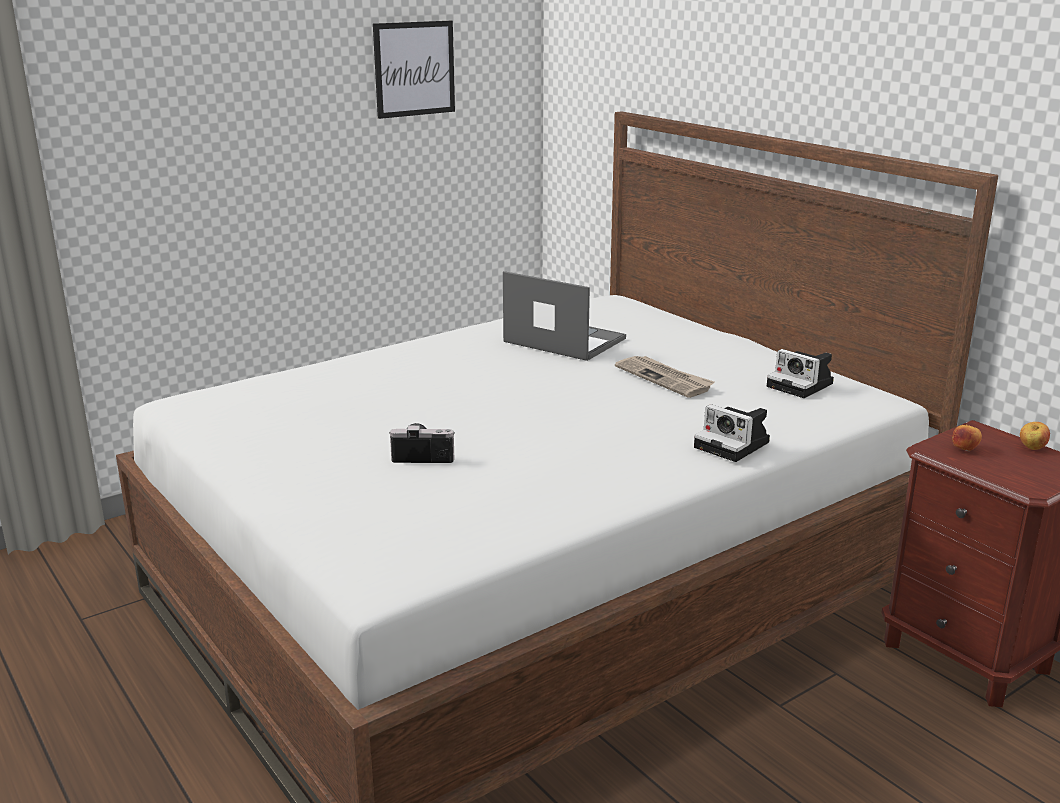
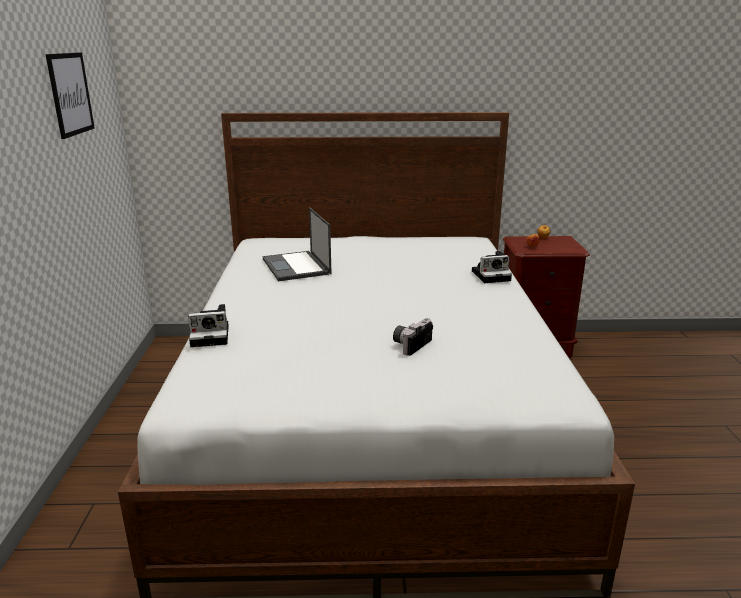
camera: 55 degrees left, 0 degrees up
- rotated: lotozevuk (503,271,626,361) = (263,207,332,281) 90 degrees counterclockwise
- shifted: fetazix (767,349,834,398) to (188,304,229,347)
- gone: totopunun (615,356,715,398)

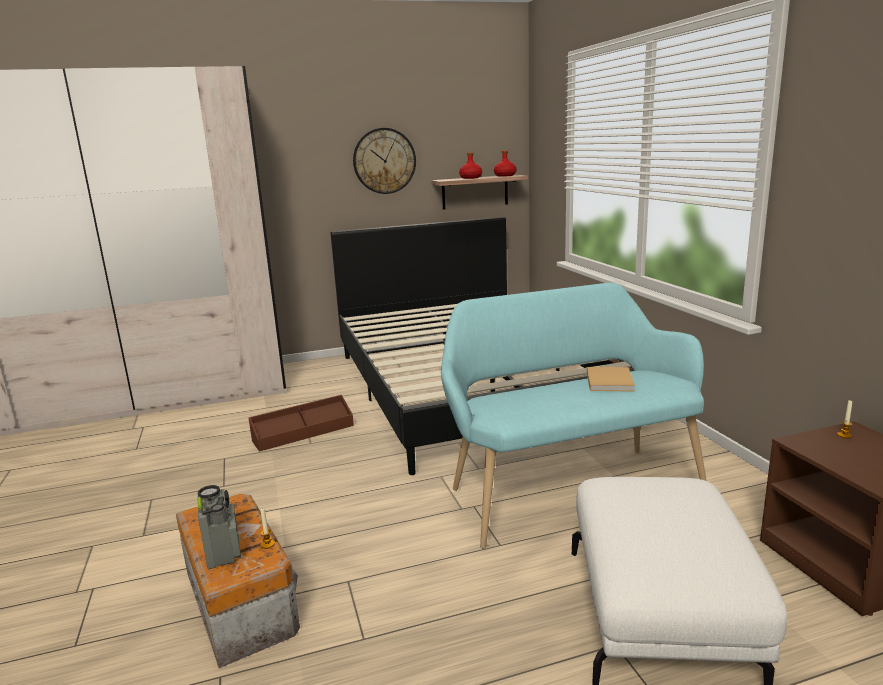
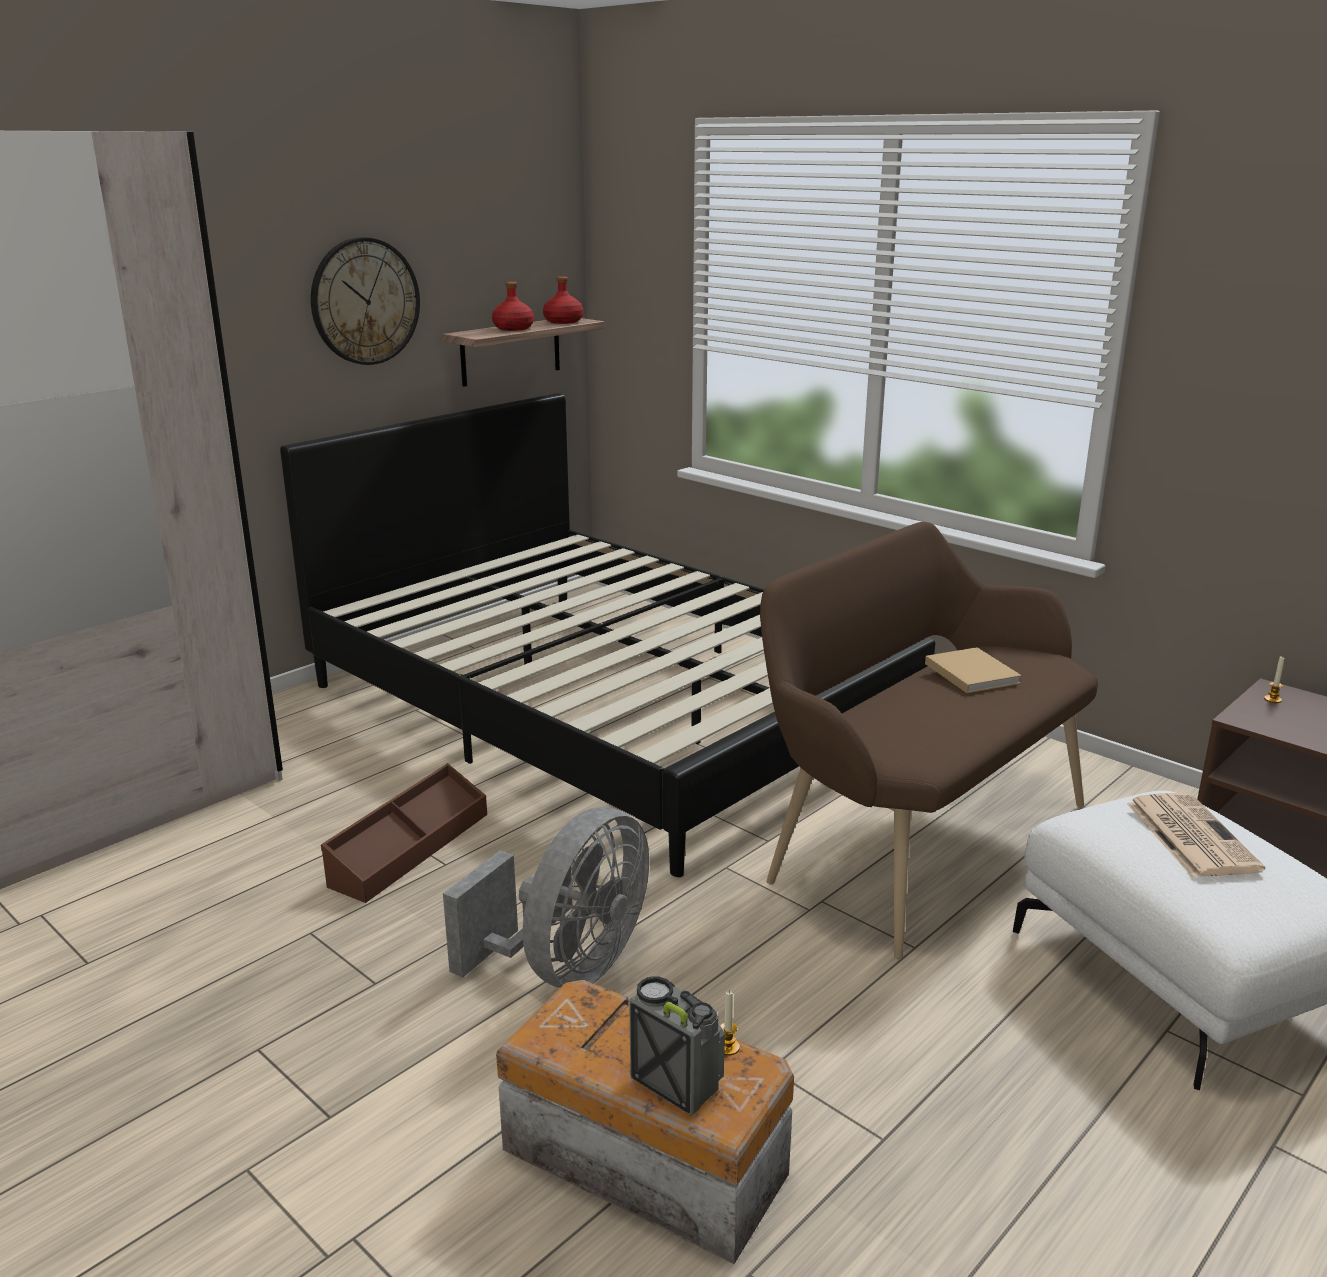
camera: 30 degrees left, 5 degrees up
- repainted: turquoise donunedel (441,283,707,548) to brown donunedel (760,522,1098,959)
- new: totopunun (1126,793,1265,877)
- new: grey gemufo (443,807,649,988)

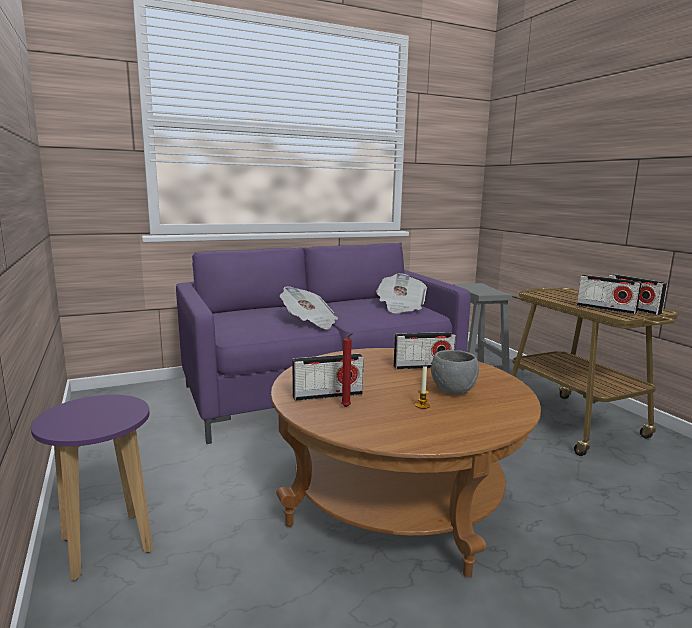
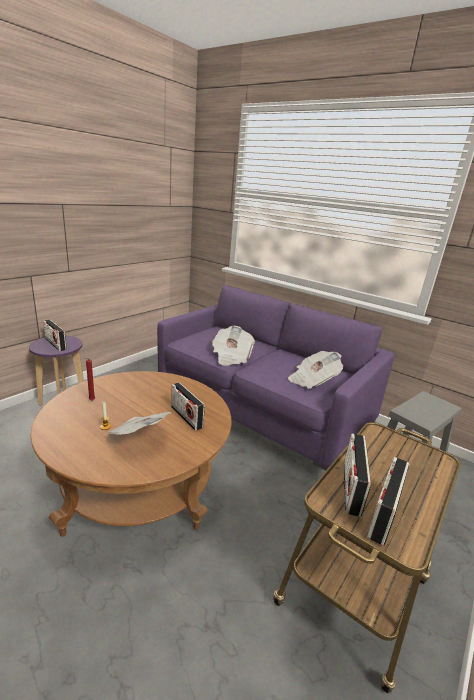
camera: 60 degrees right, 10 degrees up
- swapped: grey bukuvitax (431,350,479,395) to totopunun (107,412,172,435)
- shifted: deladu (292,353,364,401) to (43,320,67,351)

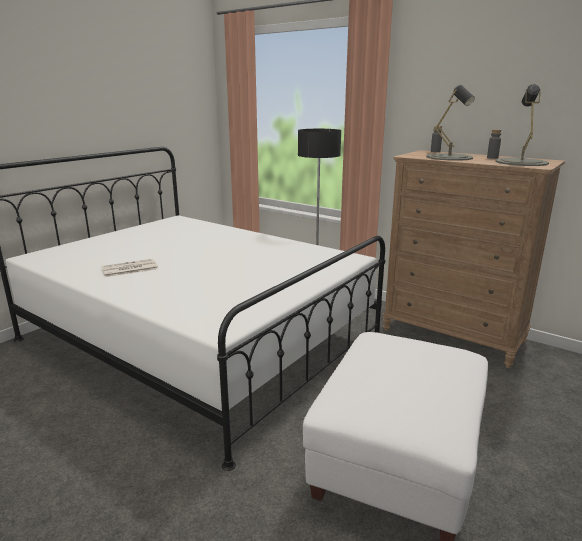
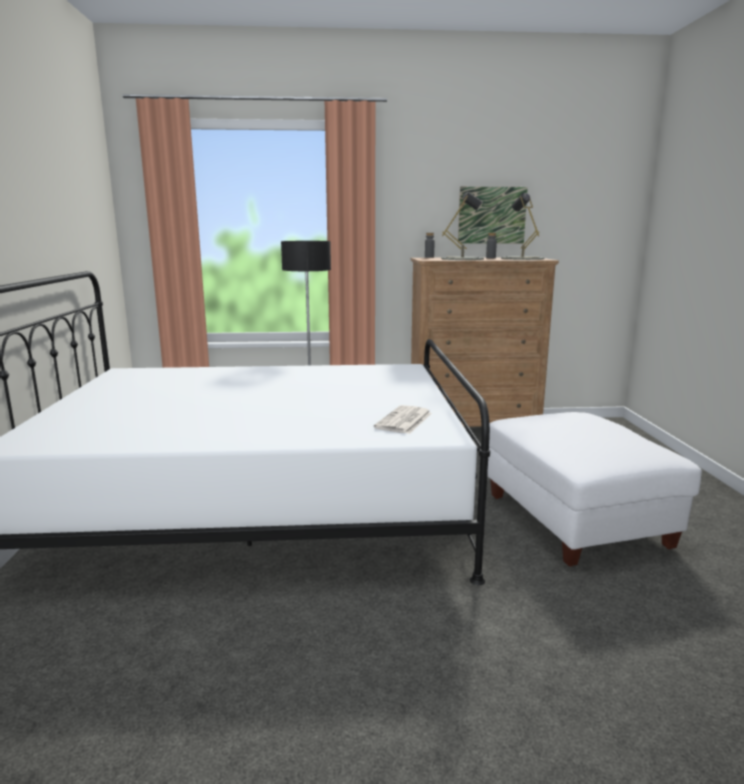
camera: 40 degrees left, 5 degrees down
- shifted: totopunun (101,259,158,277) to (374,405,432,434)
- new: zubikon (458,187,528,243)

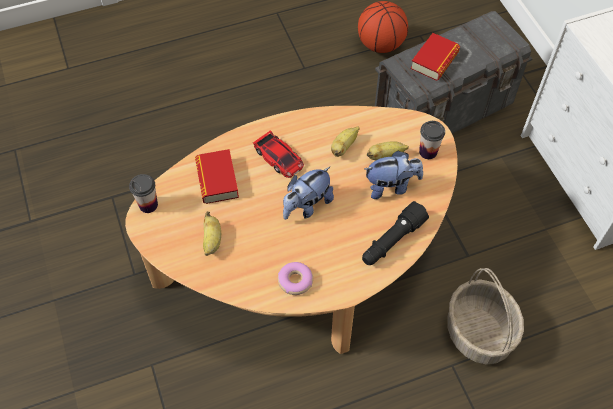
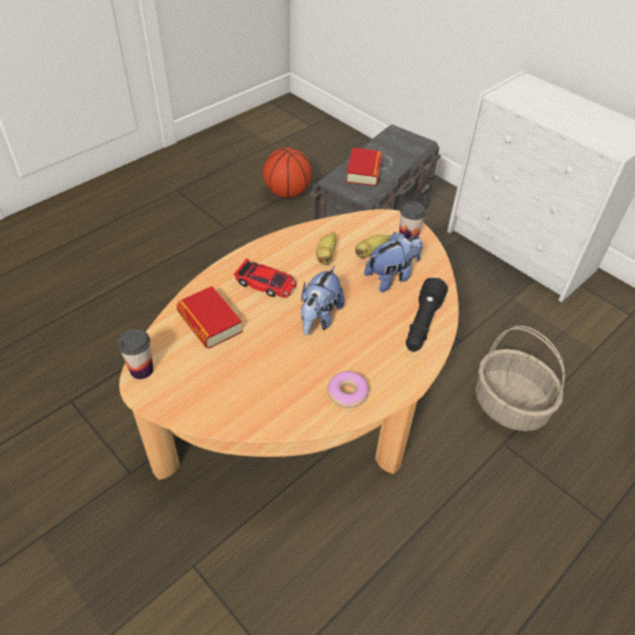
camera: 25 degrees left, 10 degrees down
- gone: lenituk (203,211,221,256)

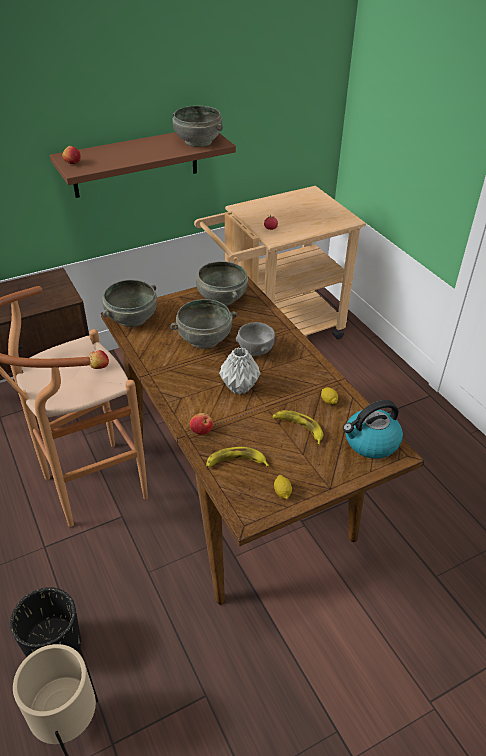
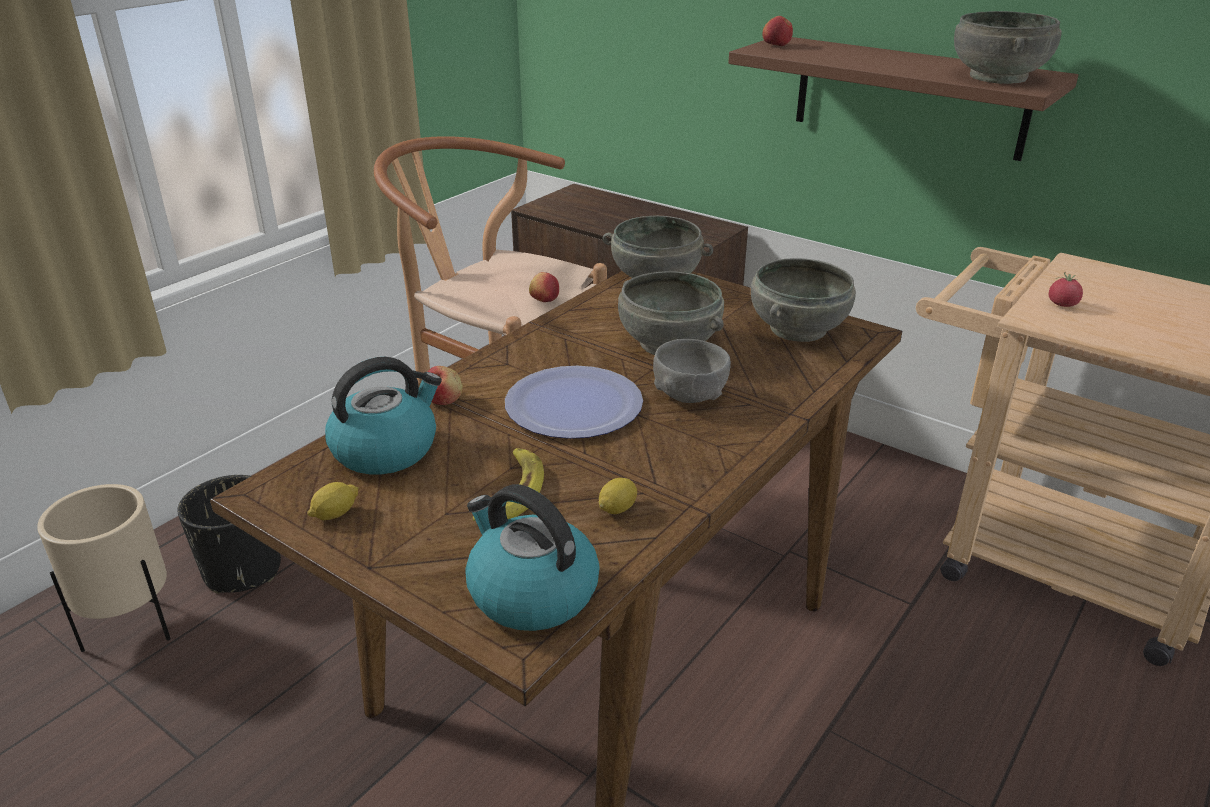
camera: 65 degrees right, 10 degrees down
- swapped: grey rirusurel (219,347,261,394) to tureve (505,366,643,439)
- swapped: lenituk (206,447,269,467) to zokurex (325,357,442,474)

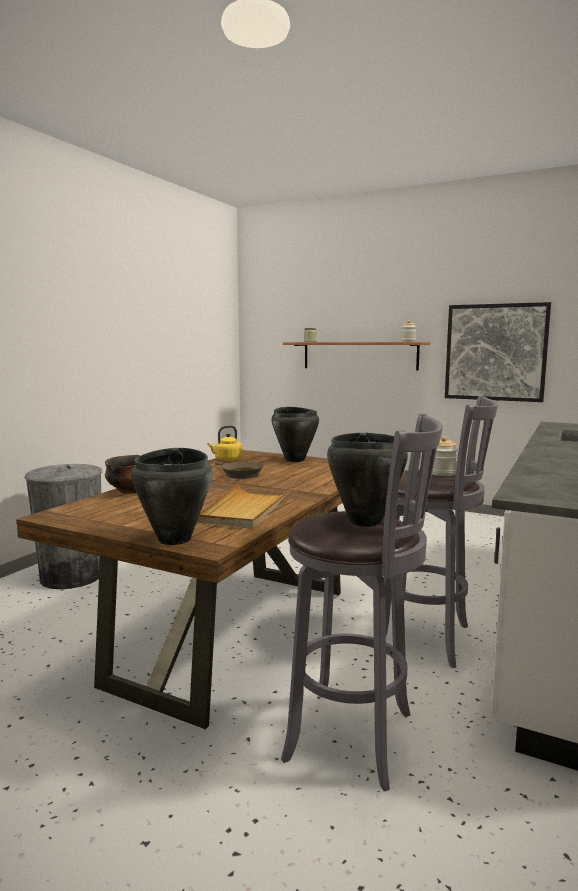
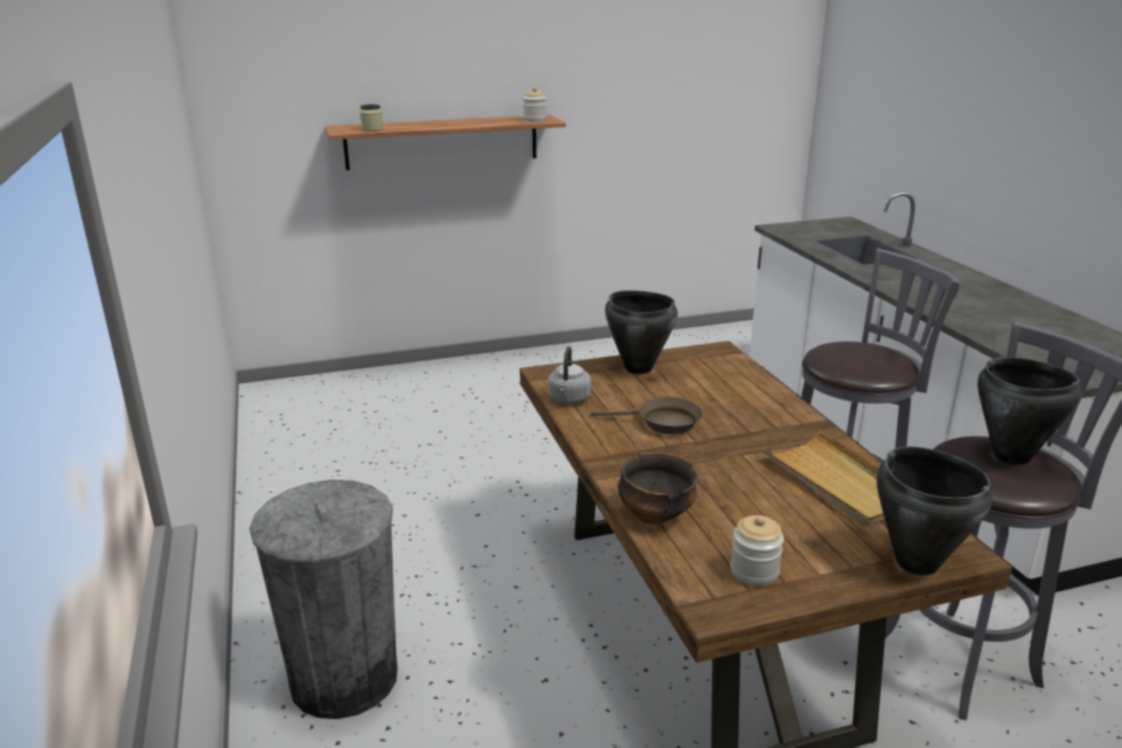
camera: 45 degrees left, 15 degrees up
- gone: zubikon (445,302,551,402)
- repainted: yellow zokurex (207,426,243,461) to grey zokurex (548,346,591,404)
- shifted: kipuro (432,436,458,476) to (730,515,784,586)

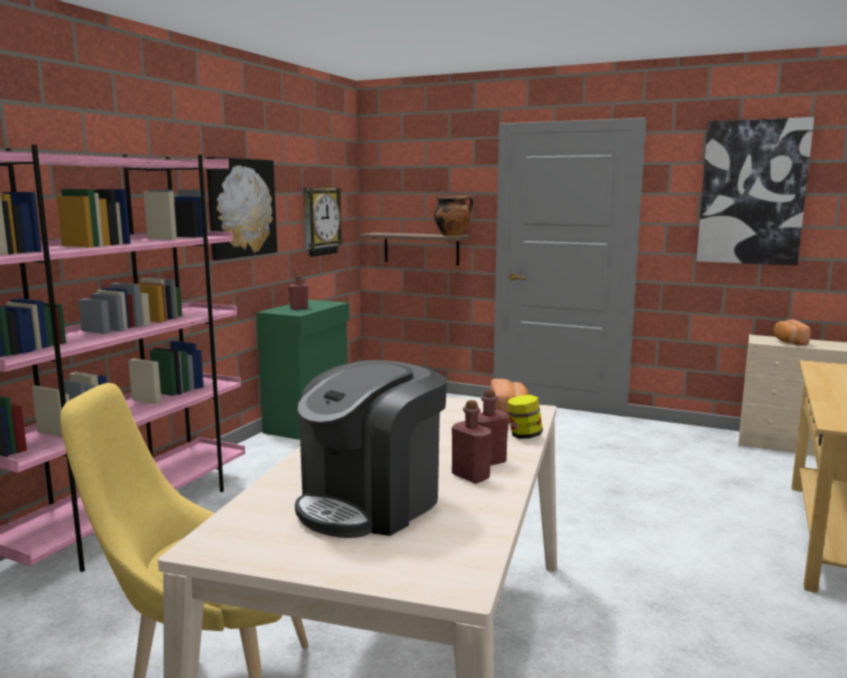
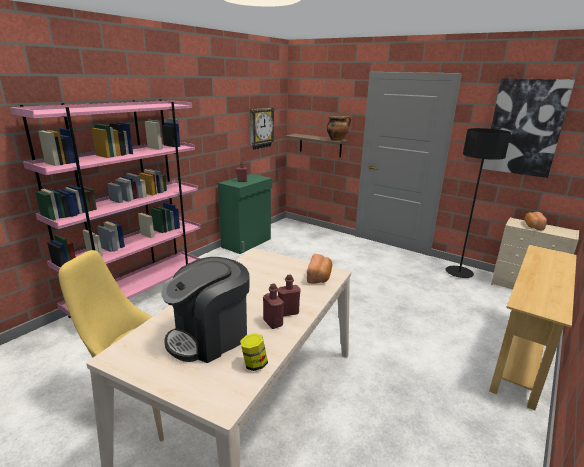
camera: 10 degrees right, 10 degrees up
- gone: zubikon (206,157,277,260)
- shifted: kipuro (507,395,543,439) to (240,333,268,371)
- new: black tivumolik (445,128,511,278)

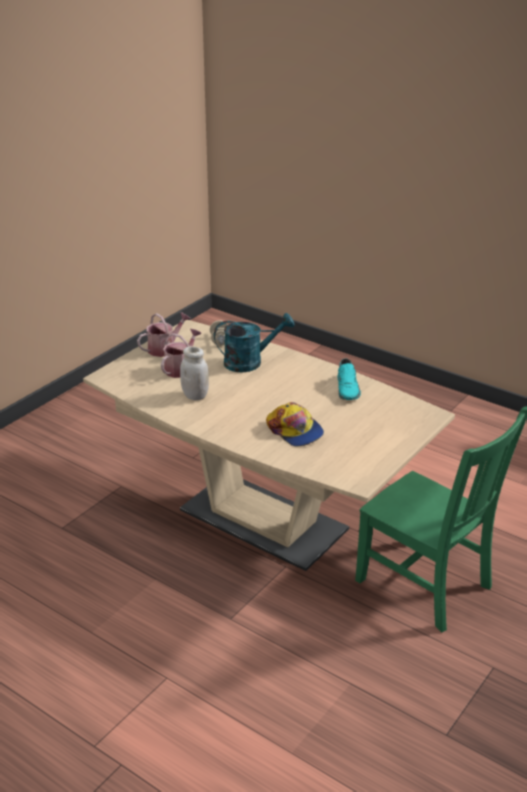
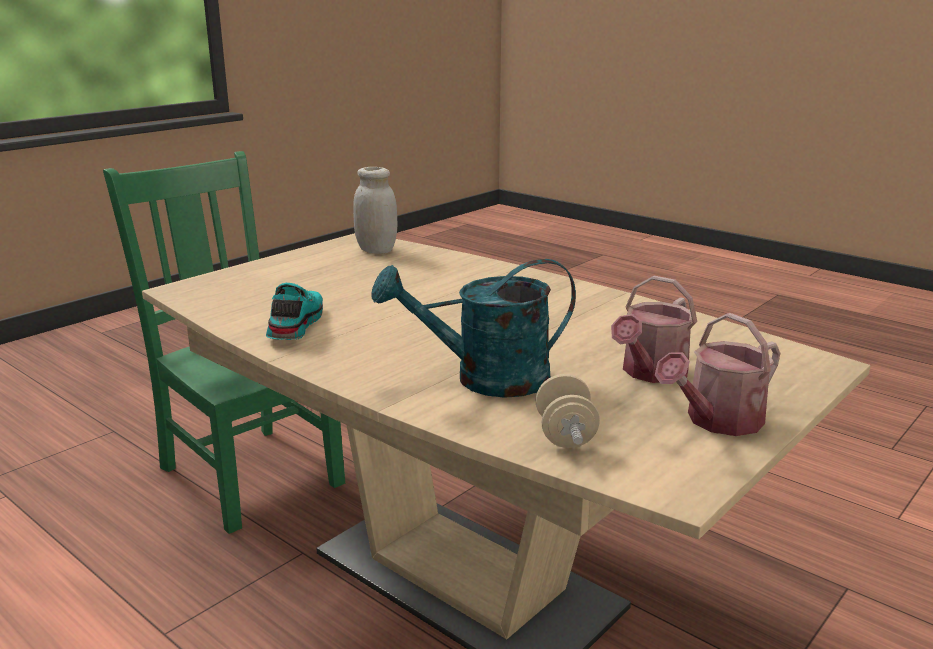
camera: 175 degrees left, 10 degrees down
- shifted: white kipuro (180,346,209,400) to (353,167,397,254)
- gone: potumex (266,402,324,446)

